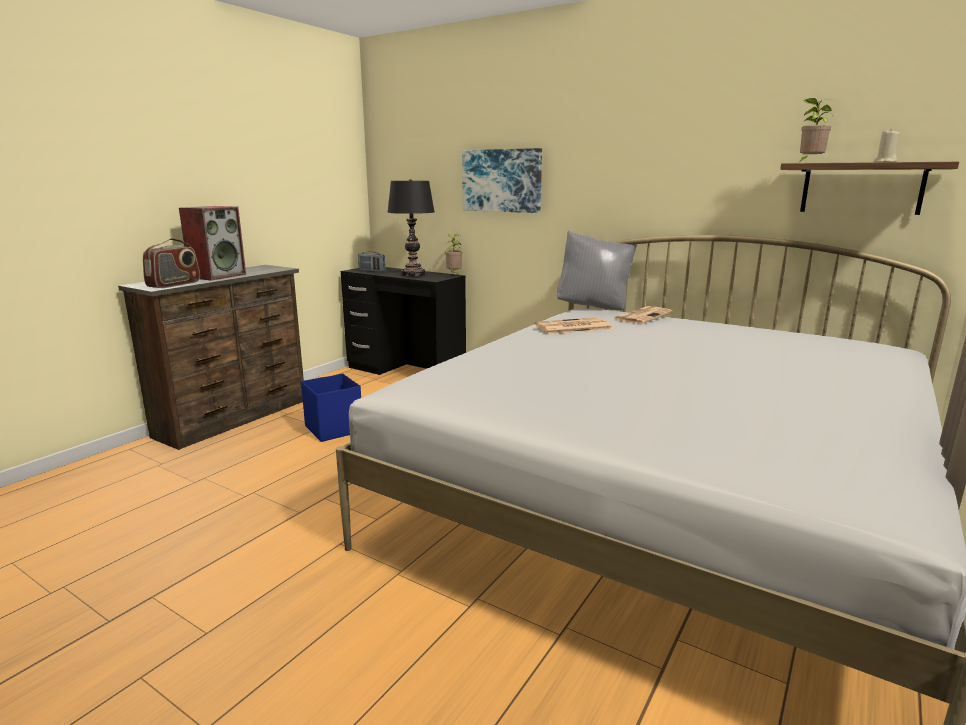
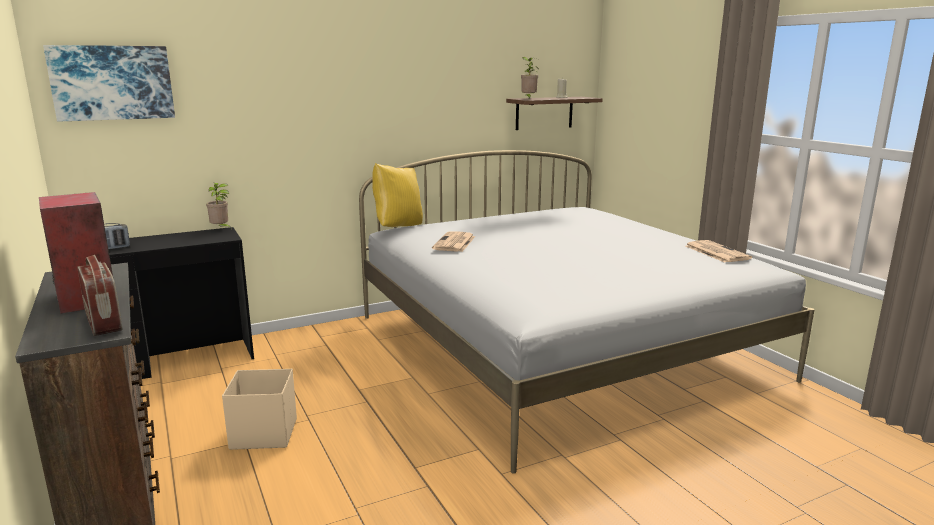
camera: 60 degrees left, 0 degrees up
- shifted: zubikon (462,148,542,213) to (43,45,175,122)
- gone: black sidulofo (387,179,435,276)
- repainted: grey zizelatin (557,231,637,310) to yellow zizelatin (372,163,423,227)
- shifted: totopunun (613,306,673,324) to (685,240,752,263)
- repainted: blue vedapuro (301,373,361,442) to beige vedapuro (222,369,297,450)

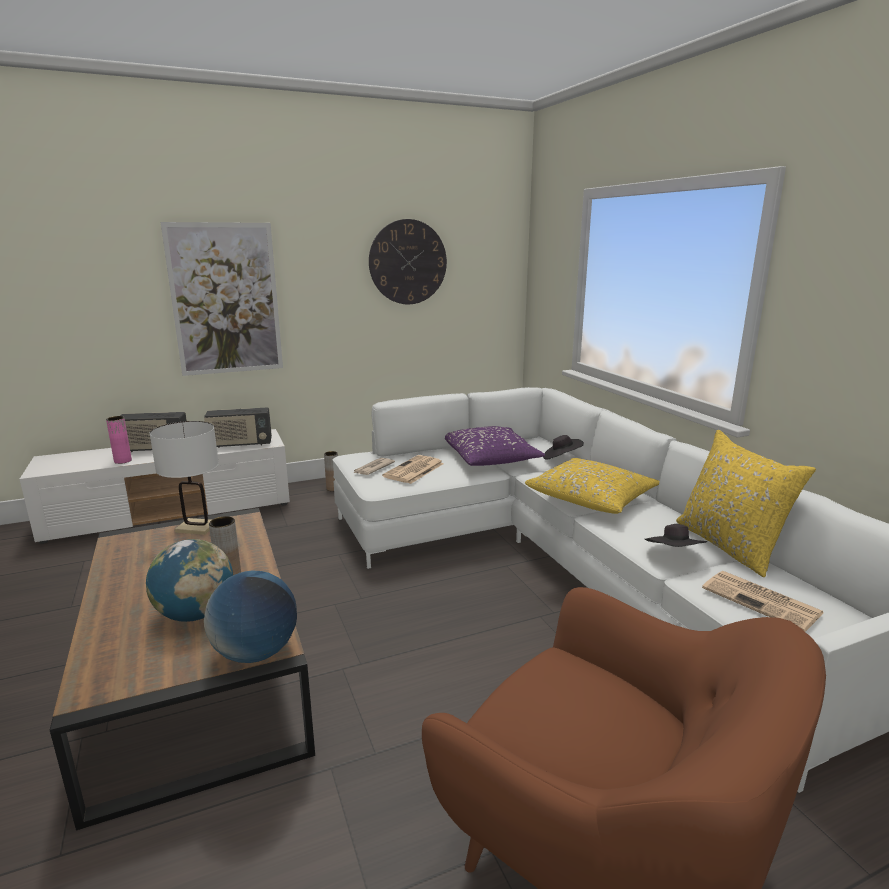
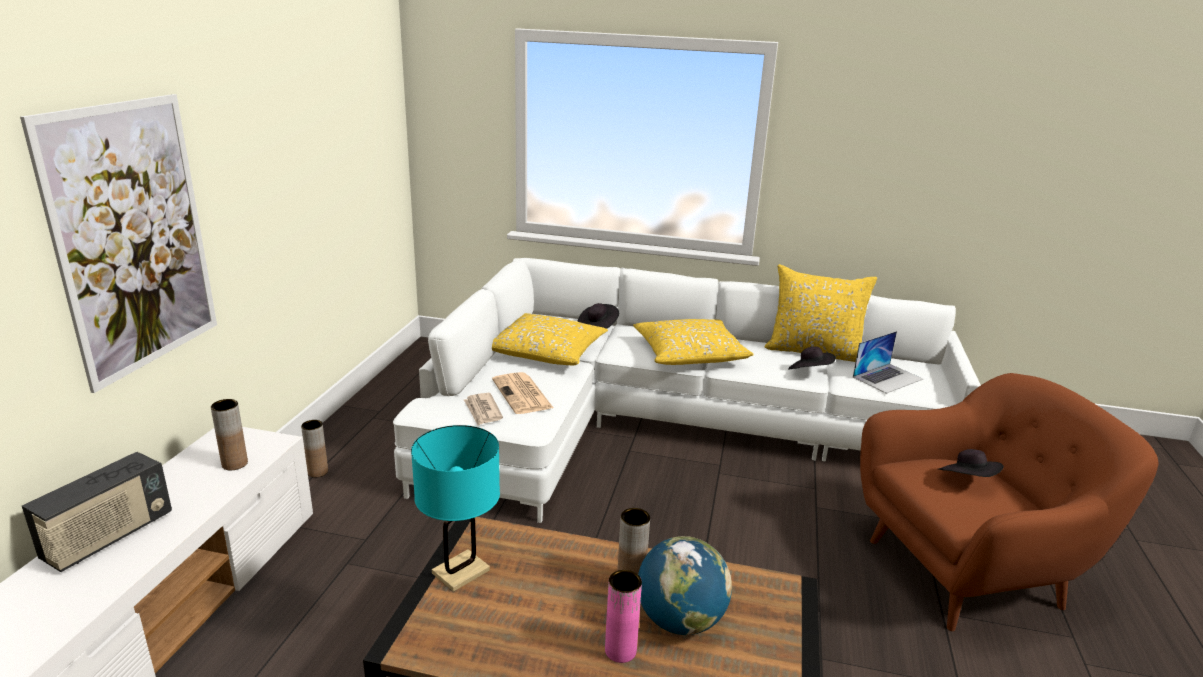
camera: 55 degrees left, 5 degrees up
- gone: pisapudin (369,219,447,304)
- swapped: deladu (204,407,272,448) to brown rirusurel (211,399,248,470)
- shifted: pink rirusurel (106,416,132,464) to (605,570,642,663)
- repainted: white sidulofo (150,421,219,535) to turquoise sidulofo (411,425,500,592)
- repainted: purple zizelatin (445,426,545,466) to yellow zizelatin (492,313,608,366)
- gone: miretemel (204,571,297,663)
- swapped: totopunun (702,571,823,632) to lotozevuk (853,331,923,394)
- new: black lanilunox (938,449,1004,477)

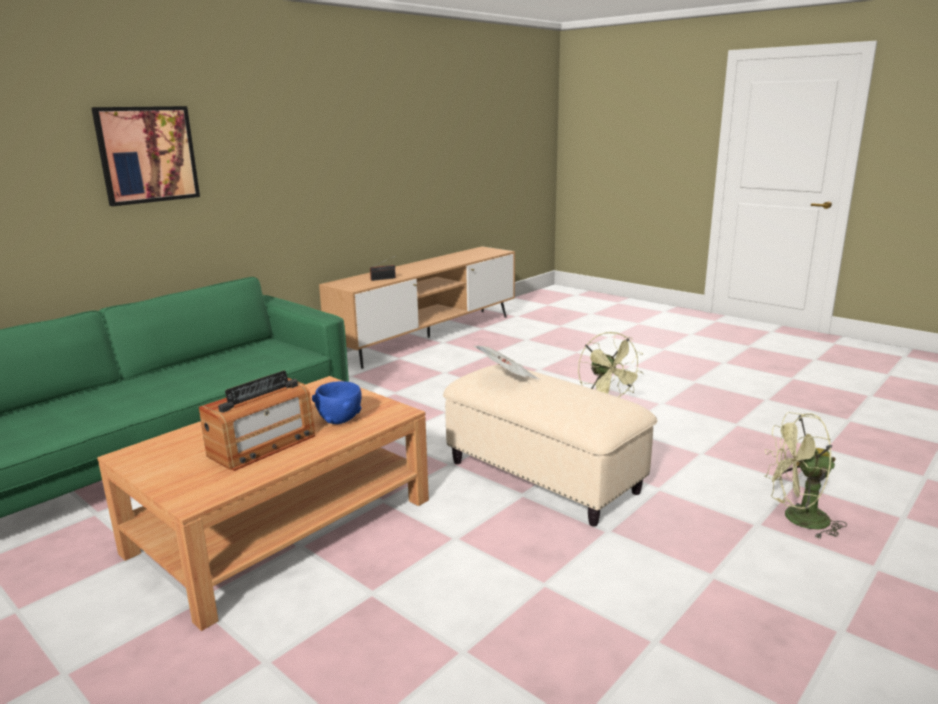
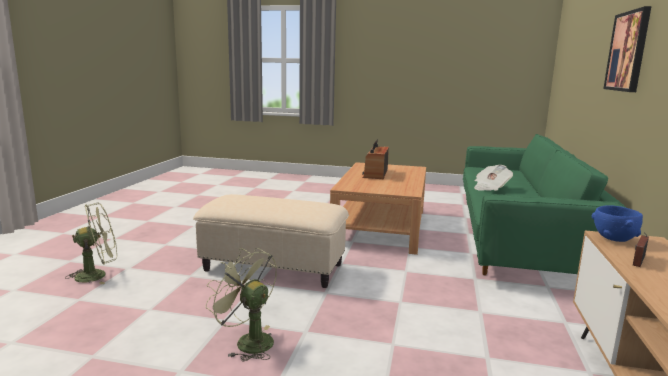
camera: 150 degrees right, 5 degrees down
- shifted: totopunun (473,345,541,380) to (474,165,513,191)
- shifted: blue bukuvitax (312,381,362,424) to (592,205,643,242)

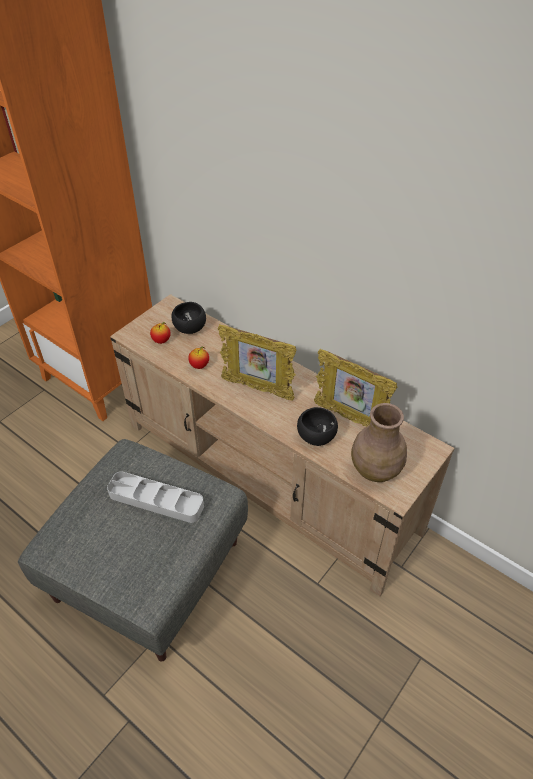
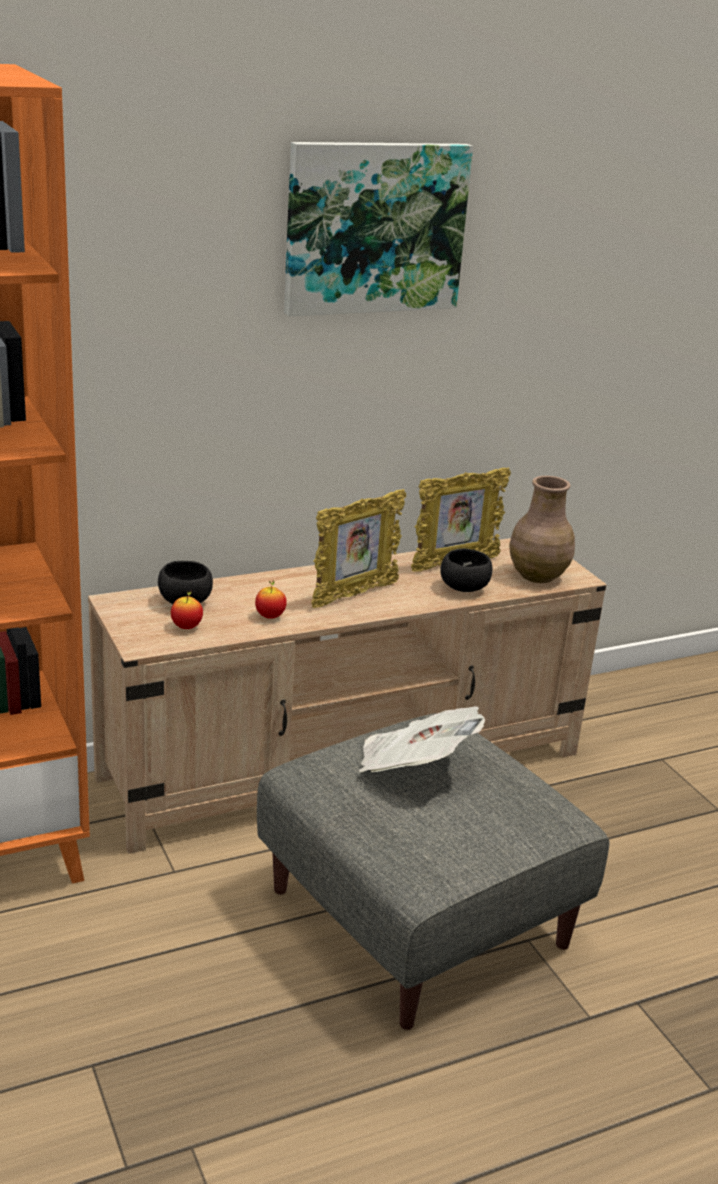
camera: 65 degrees left, 20 degrees down
- swapped: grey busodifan (107,471,204,523) to totopunun (359,706,485,773)
- new: zubikon (284,142,473,316)

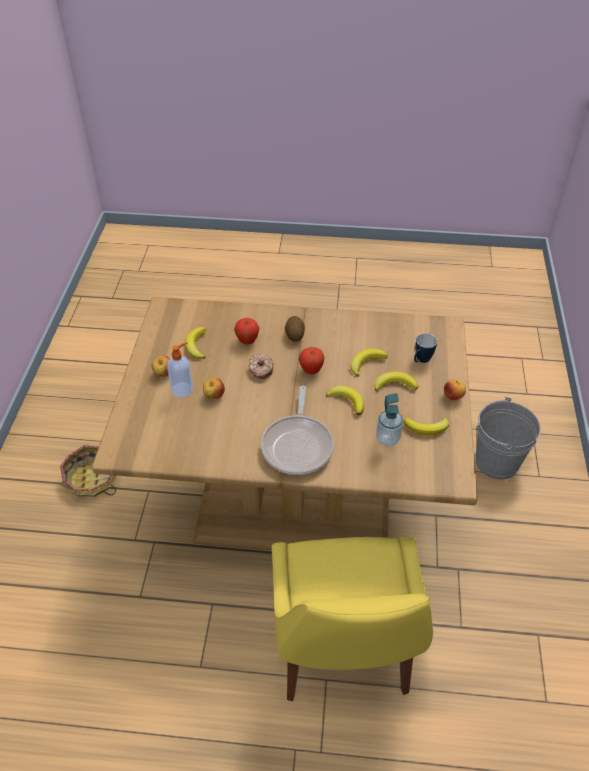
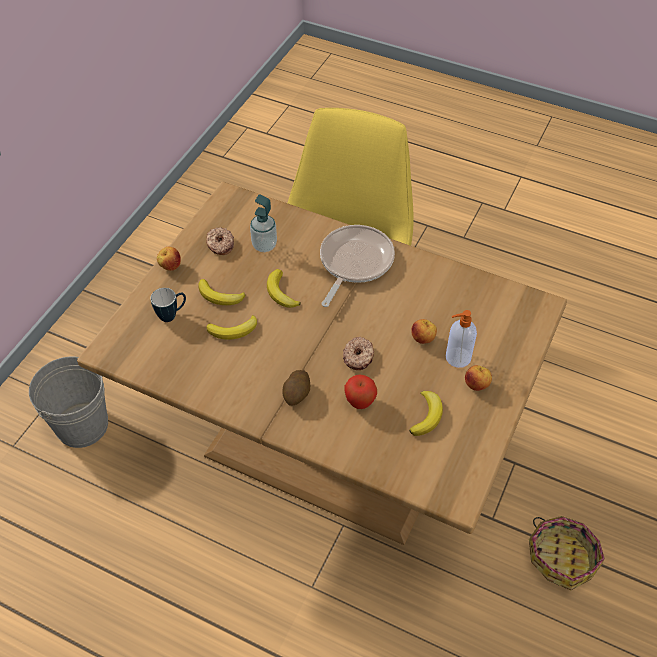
camera: 160 degrees left, 5 degrees up
- gone: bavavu (299,347,324,374)
- swapped: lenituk (404,417,449,435) to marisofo (206,227,234,255)

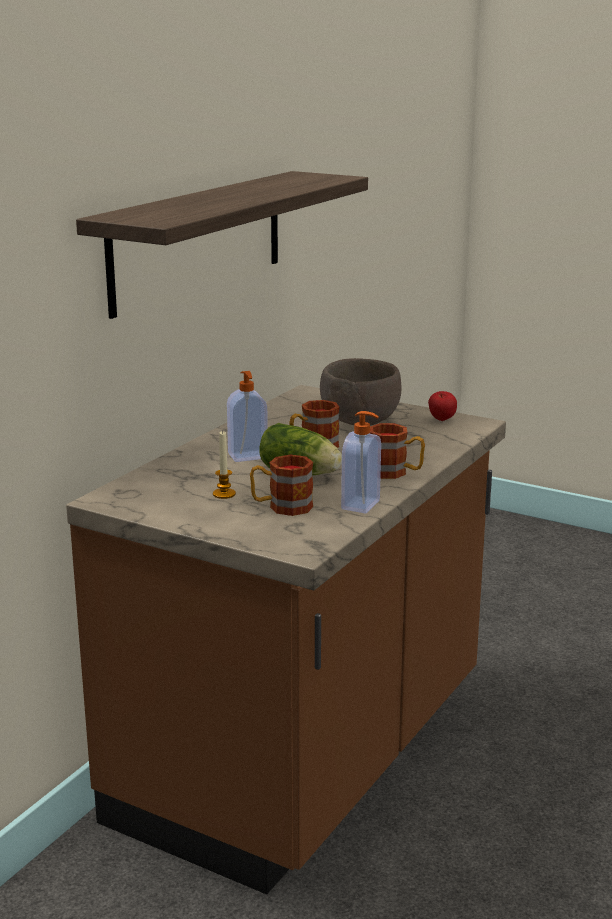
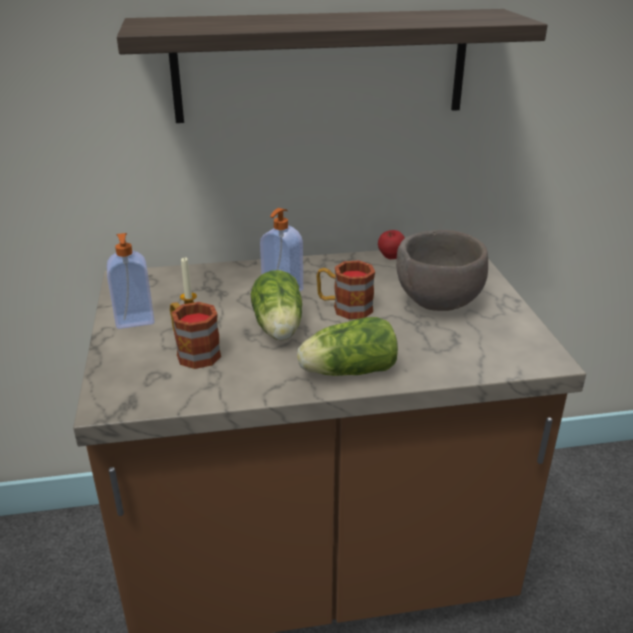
camera: 50 degrees right, 10 degrees up
- shifted: bavavu (428,391,457,421) to (378,230,405,259)
- shifted: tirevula (341,411,381,514) to (107,233,155,329)
- swapped: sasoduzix (370,423,425,479) to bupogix (297,317,398,376)

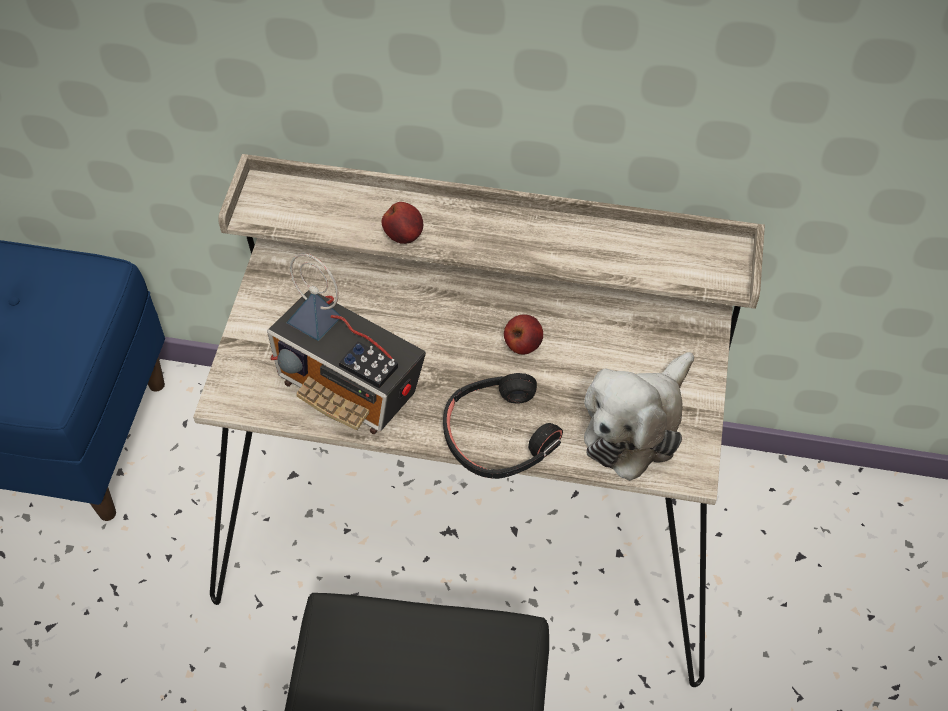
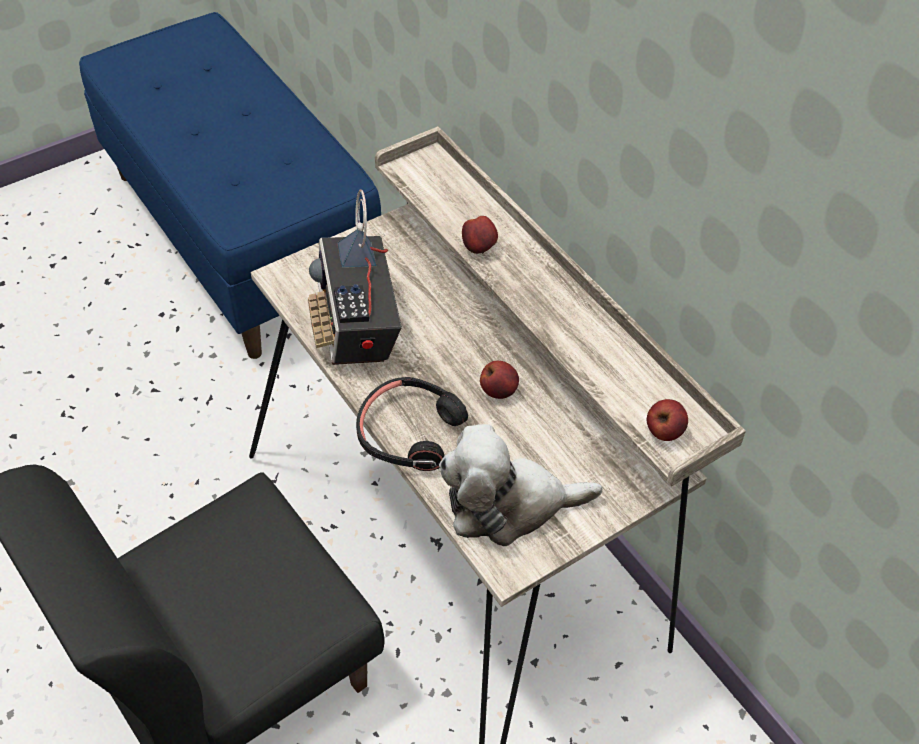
camera: 45 degrees right, 5 degrees down
- new: bavavu (647,399,688,441)

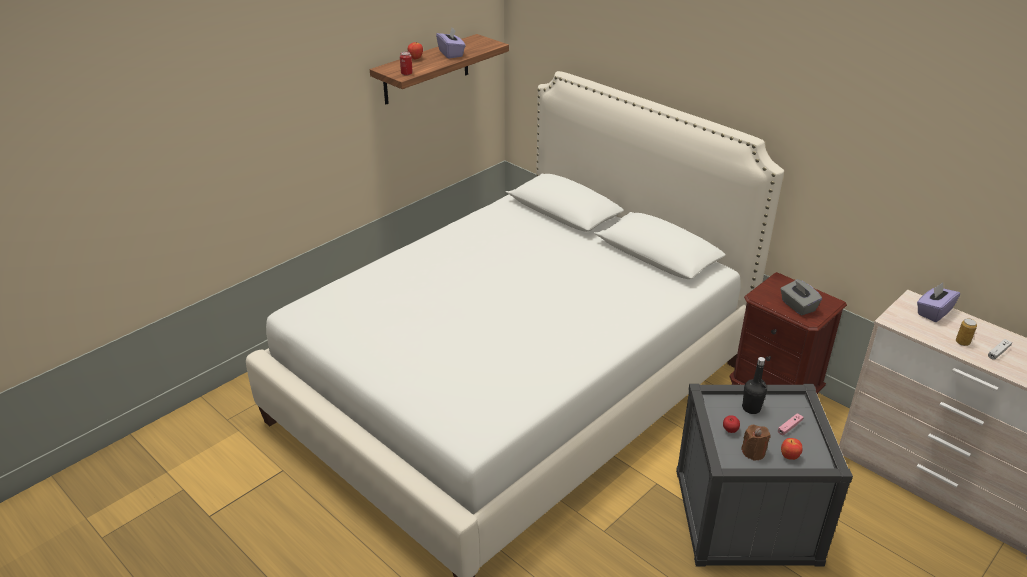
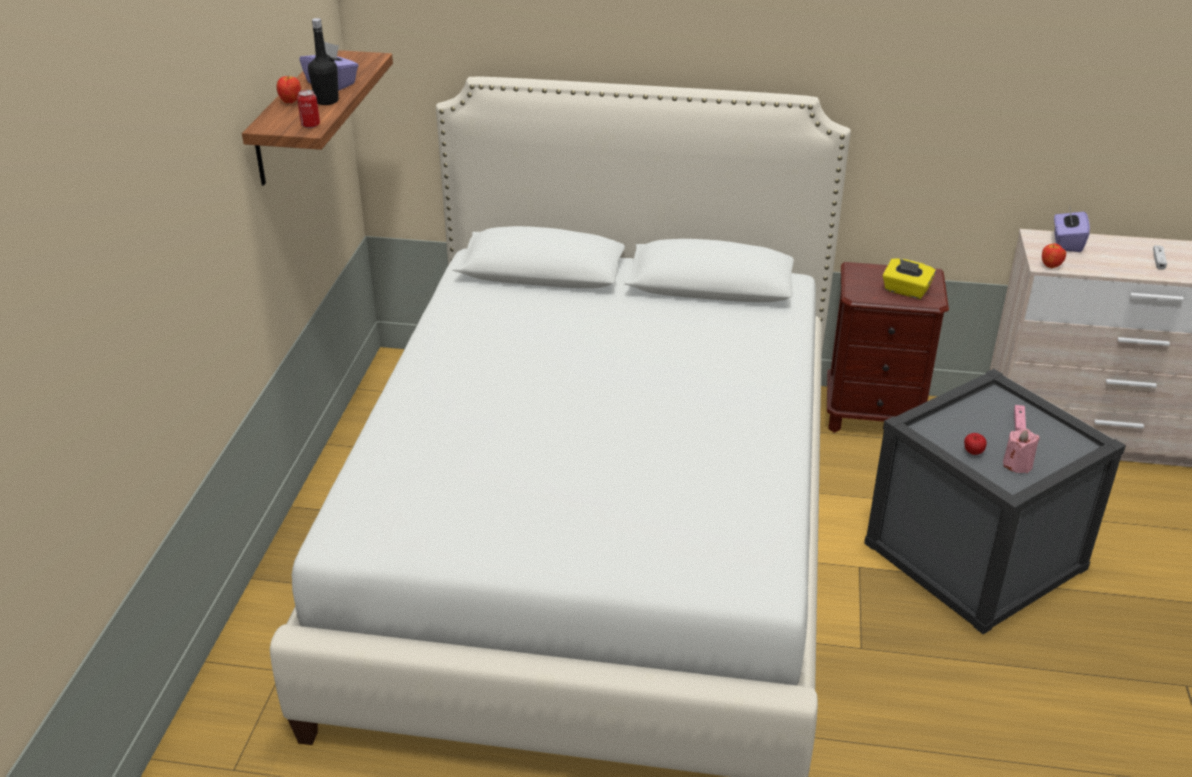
camera: 35 degrees left, 0 degrees up
- repainted: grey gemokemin (780,279,822,316) to yellow gemokemin (882,258,936,299)
- gone: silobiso (956,318,977,346)
- shifted: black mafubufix (742,357,767,414) to (308,18,339,105)
- repainted: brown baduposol (741,425,771,461) to pink baduposol (1003,428,1040,473)
- shifted: bavavu (781,438,802,460) to (1042,243,1066,268)

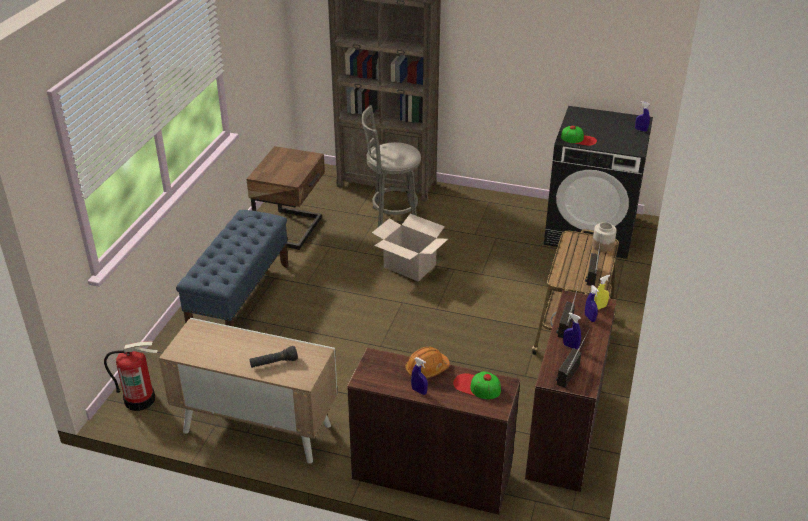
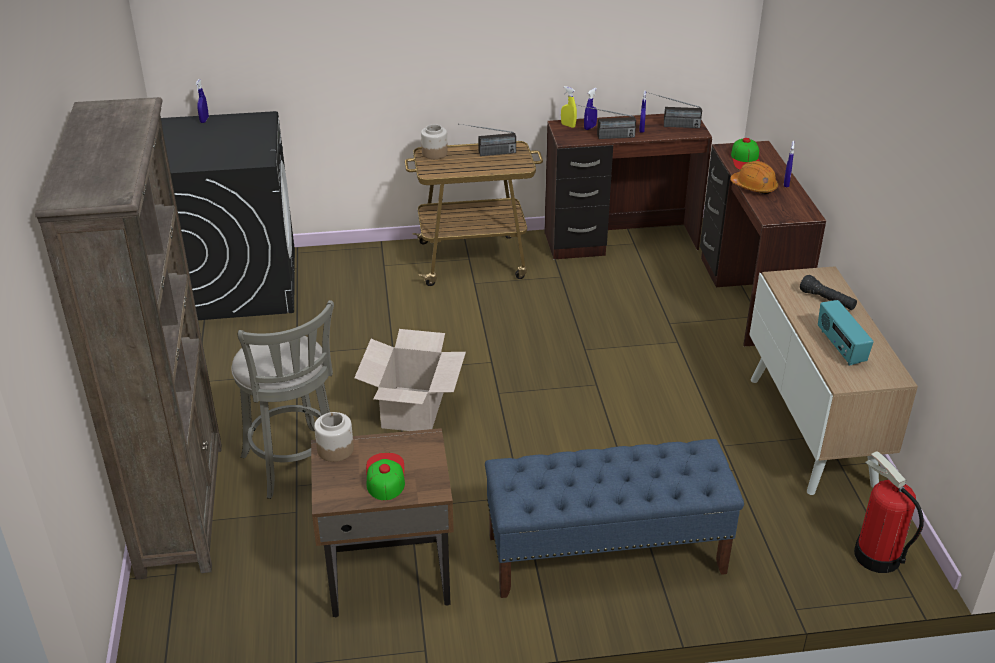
camera: 115 degrees left, 0 degrees up
- shifted: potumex (561,125,597,146) to (366,453,405,500)
- new: deladu (818,300,874,366)
- new: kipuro (314,412,354,462)

